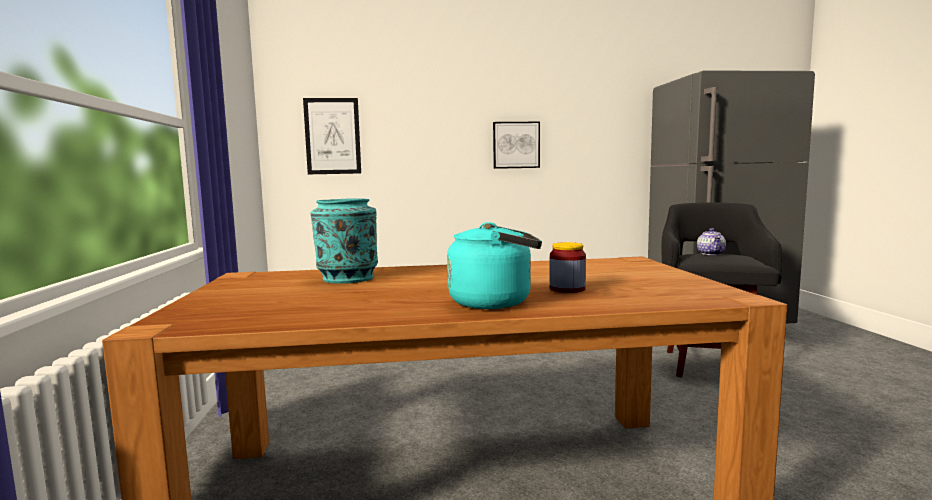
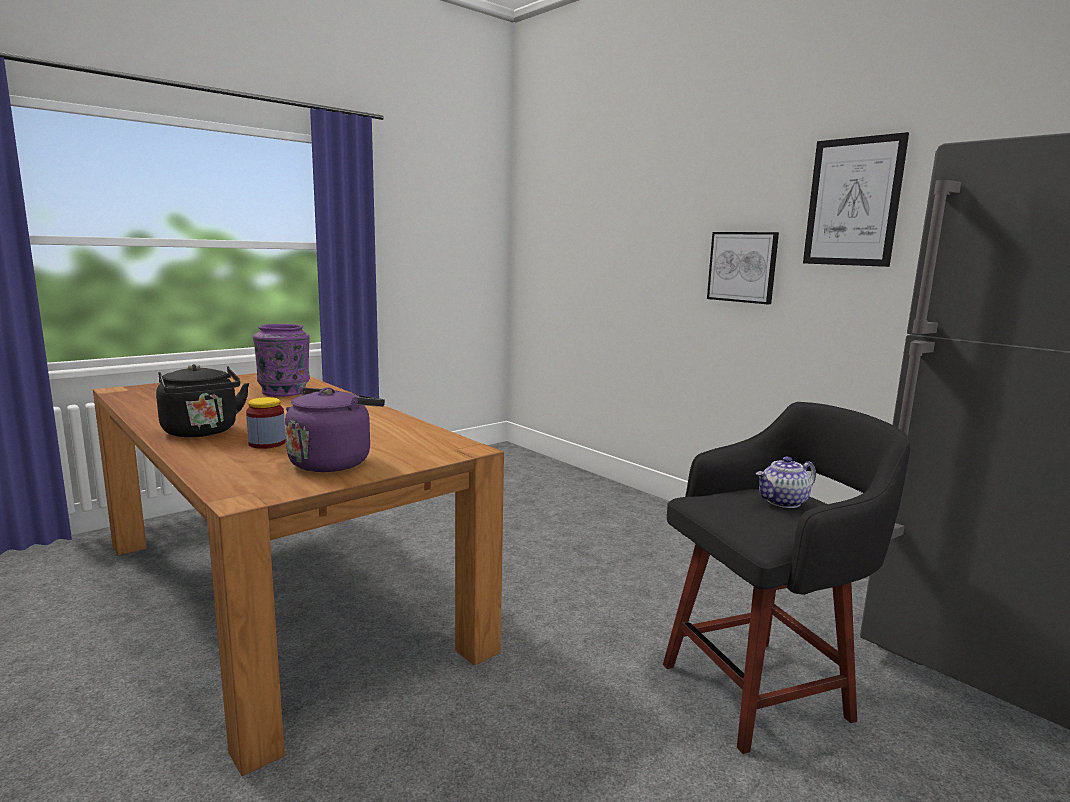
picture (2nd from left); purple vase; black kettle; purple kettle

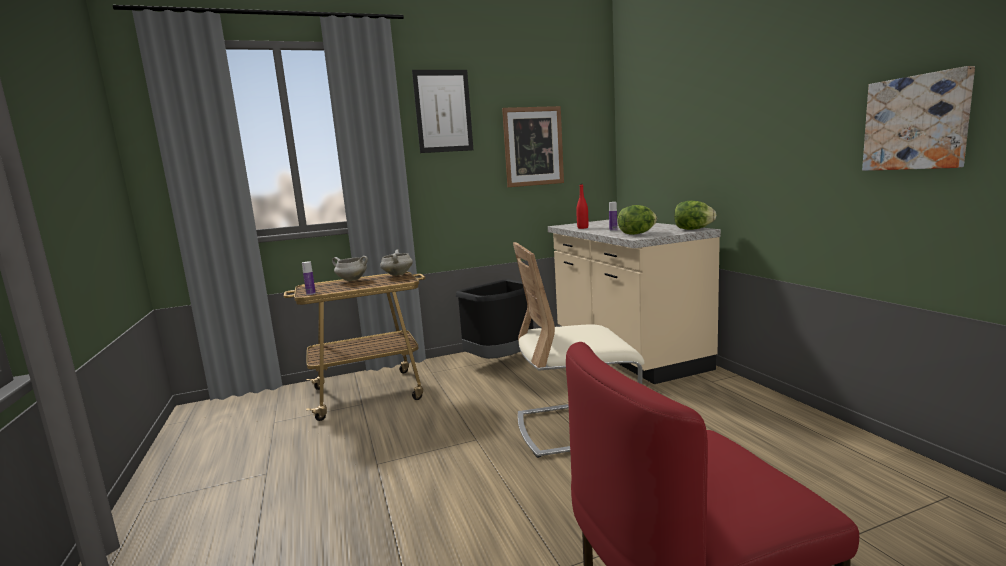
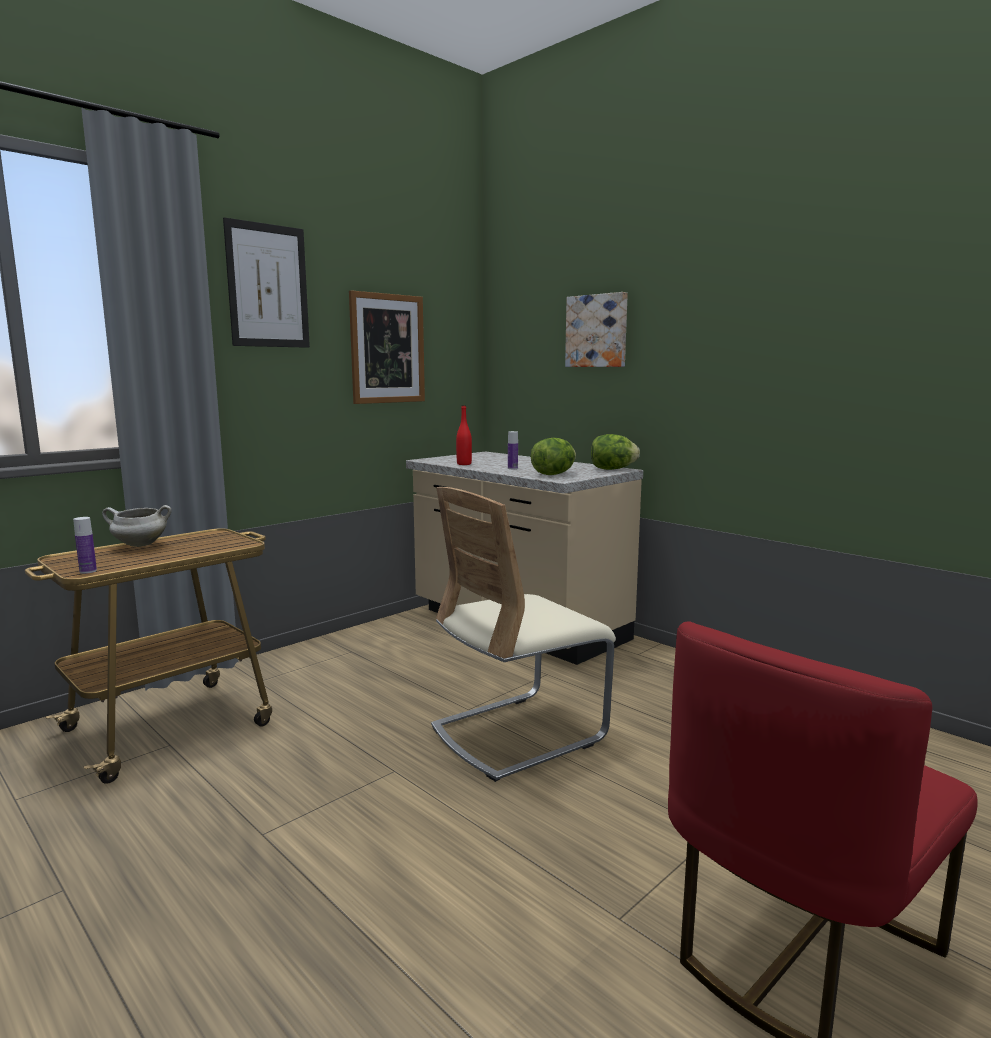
white cooking pot (2nd from left in the first image); black trash can; picture (3rd from left)

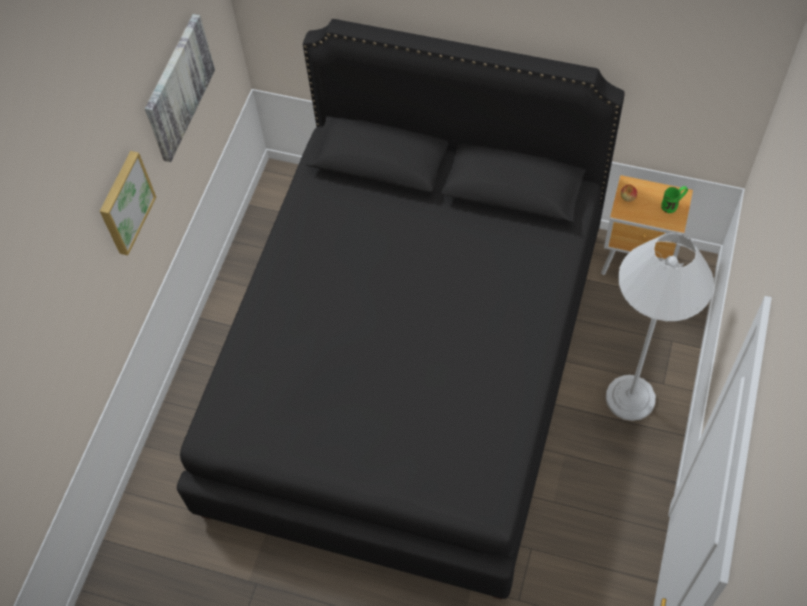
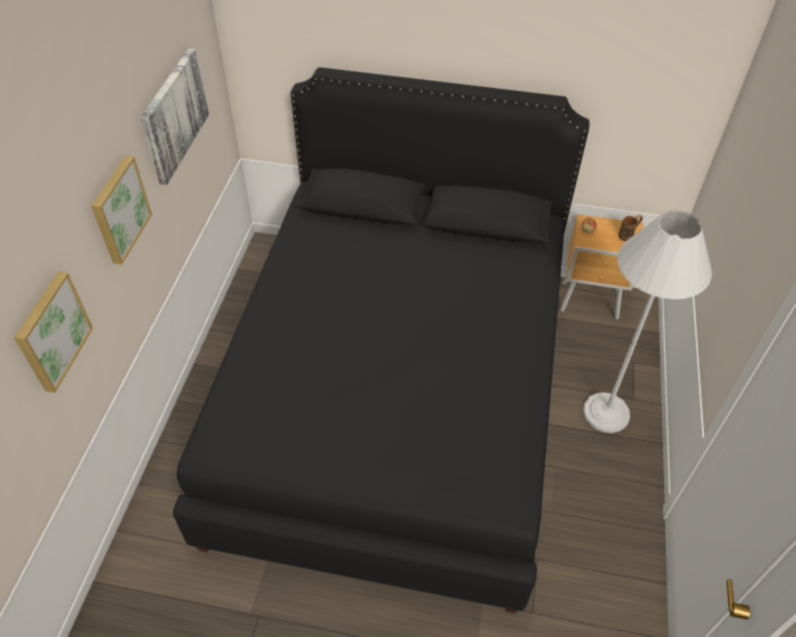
brown mug; picture (1st from left)

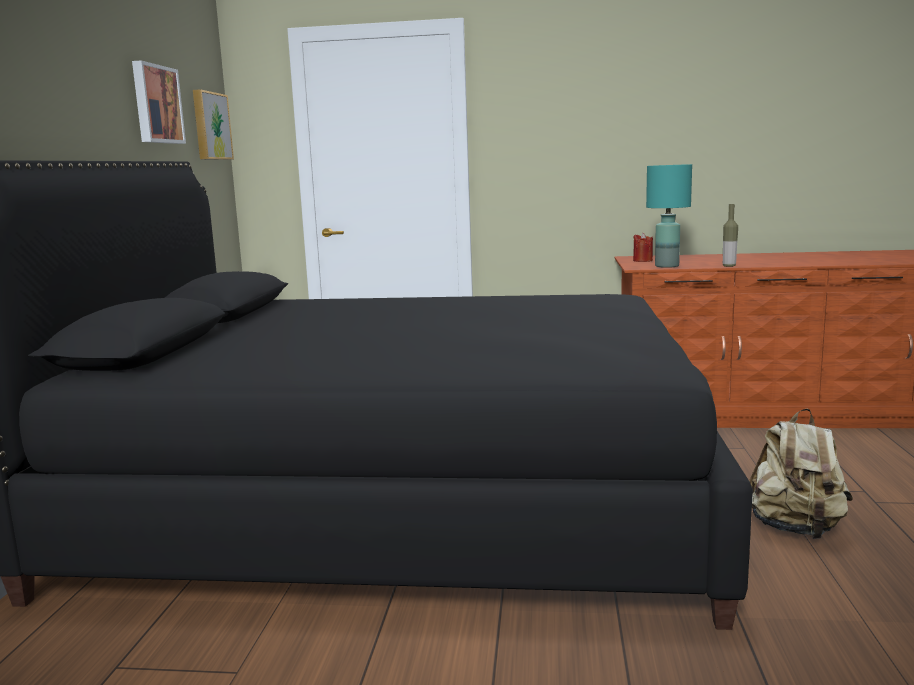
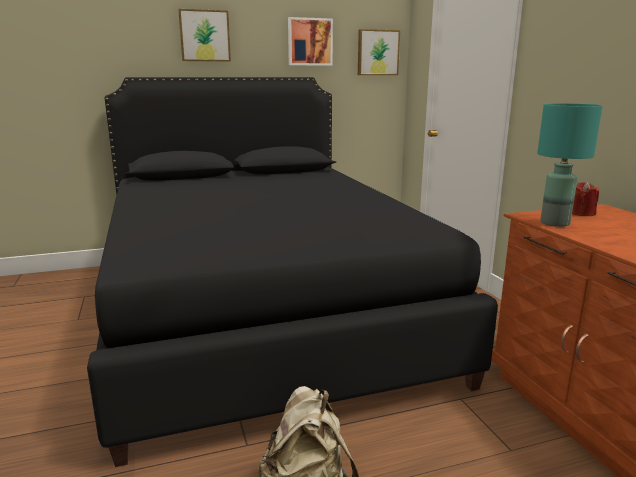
bottle; picture (1st from left)

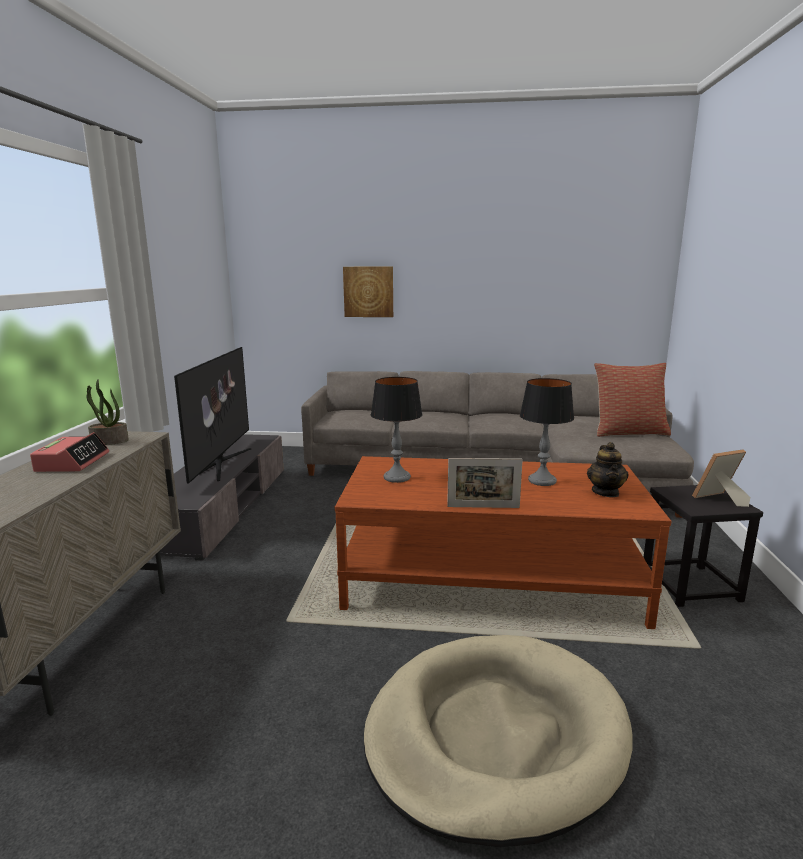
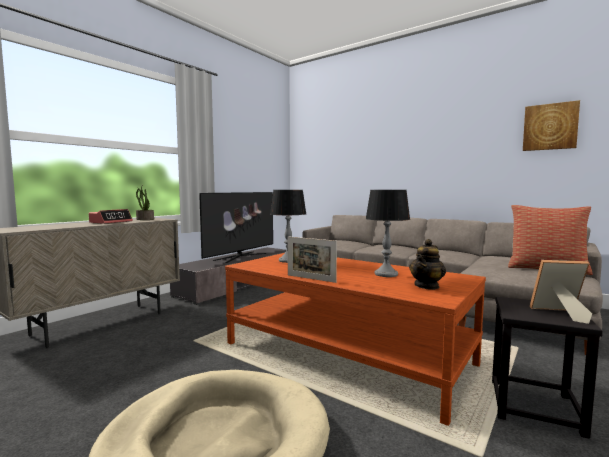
picture

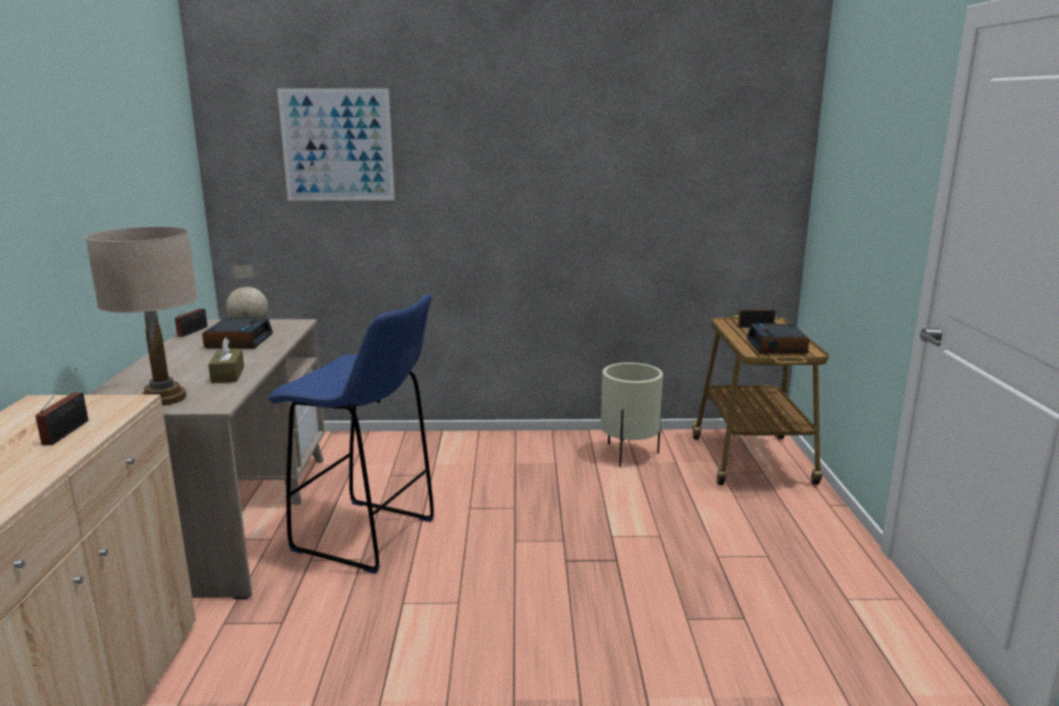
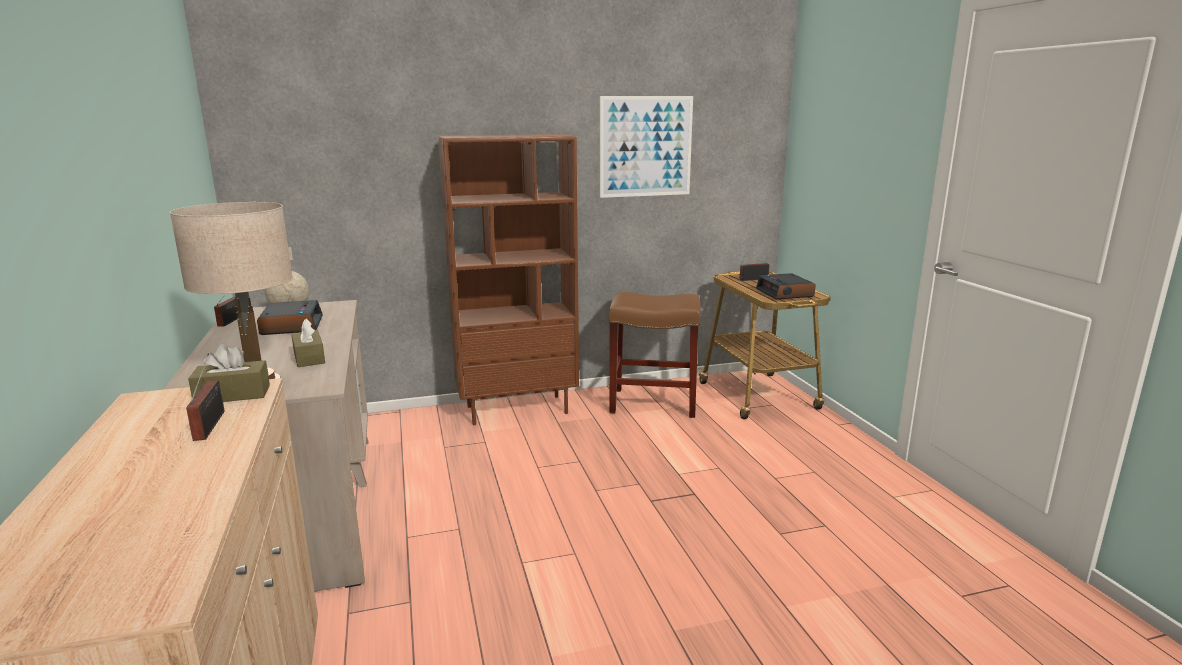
blue stool; picture; brown stool; brown tissue box (1st from left); brown bookcase

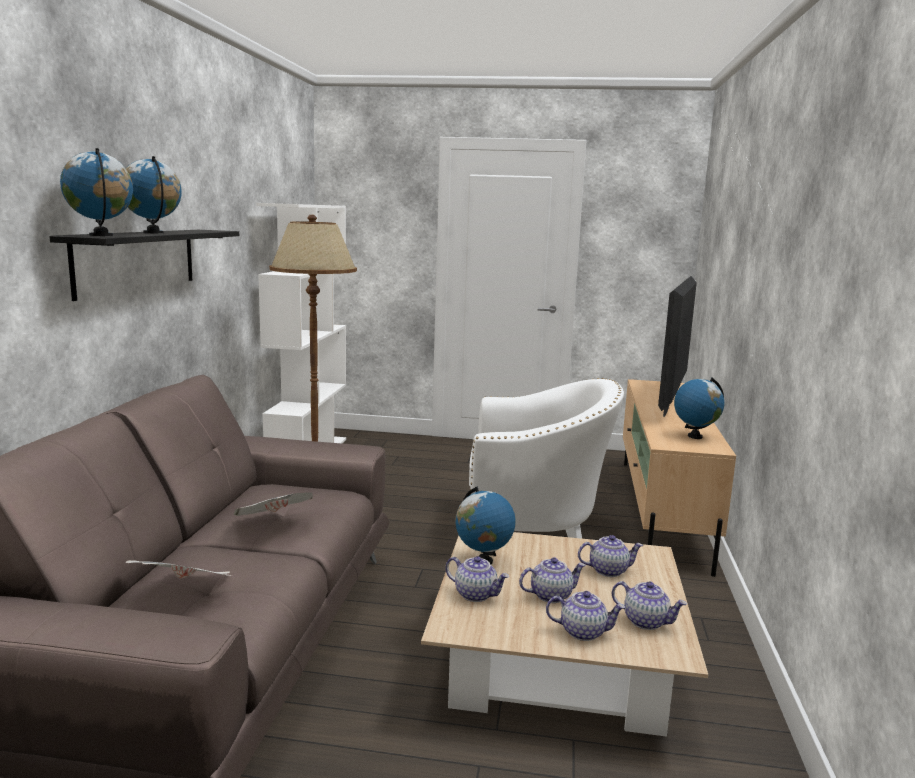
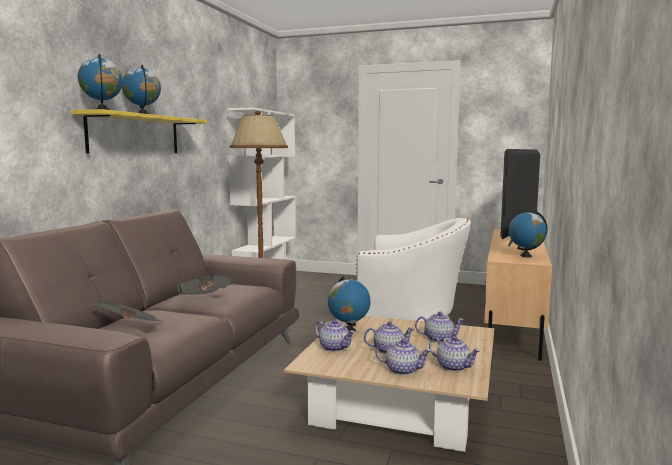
yellow shelf

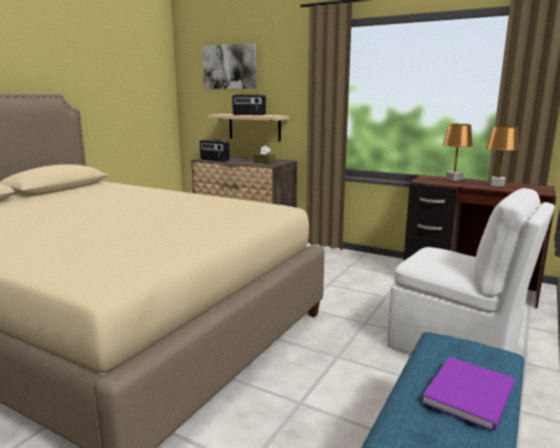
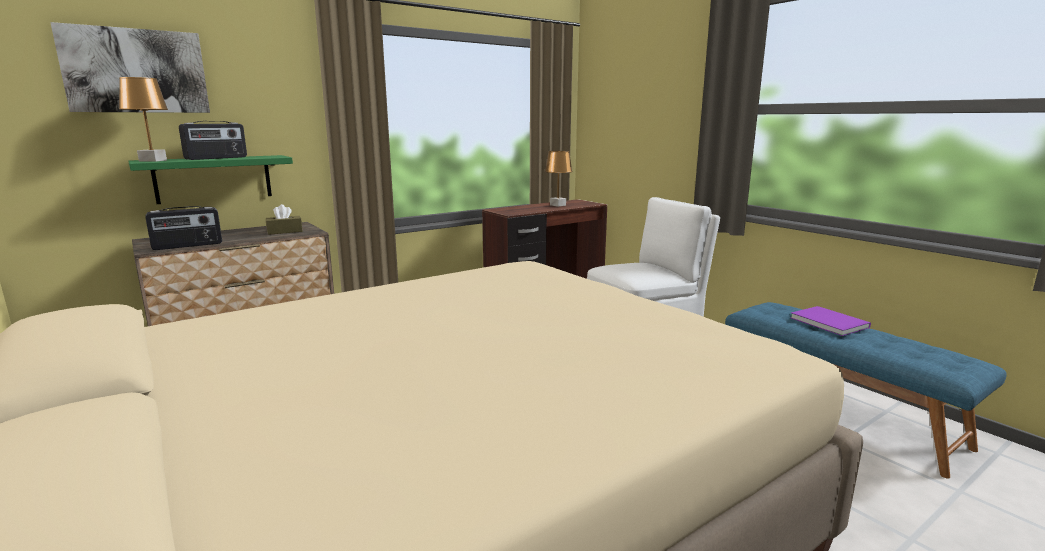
green shelf; brown table lamp (1st from left)

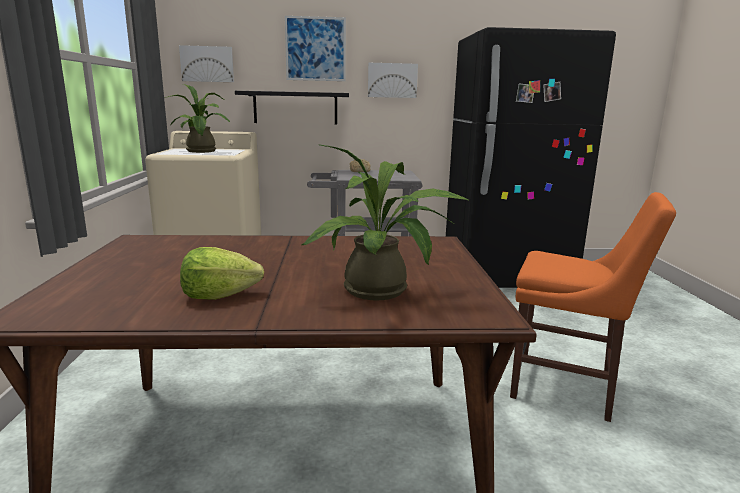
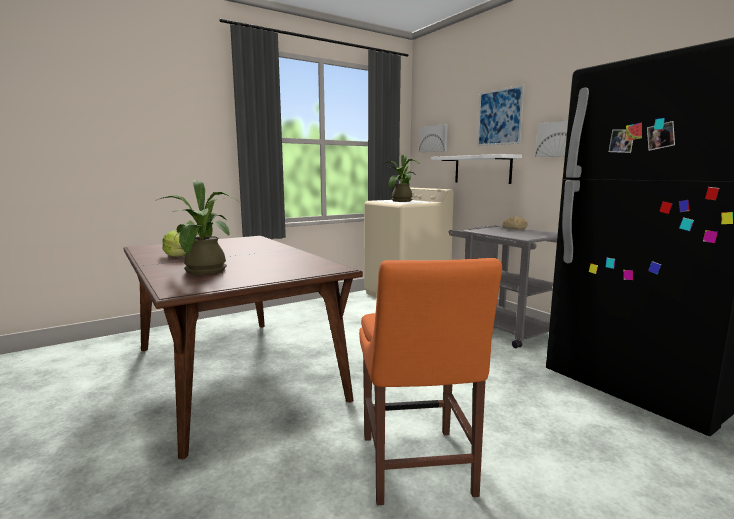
white shelf

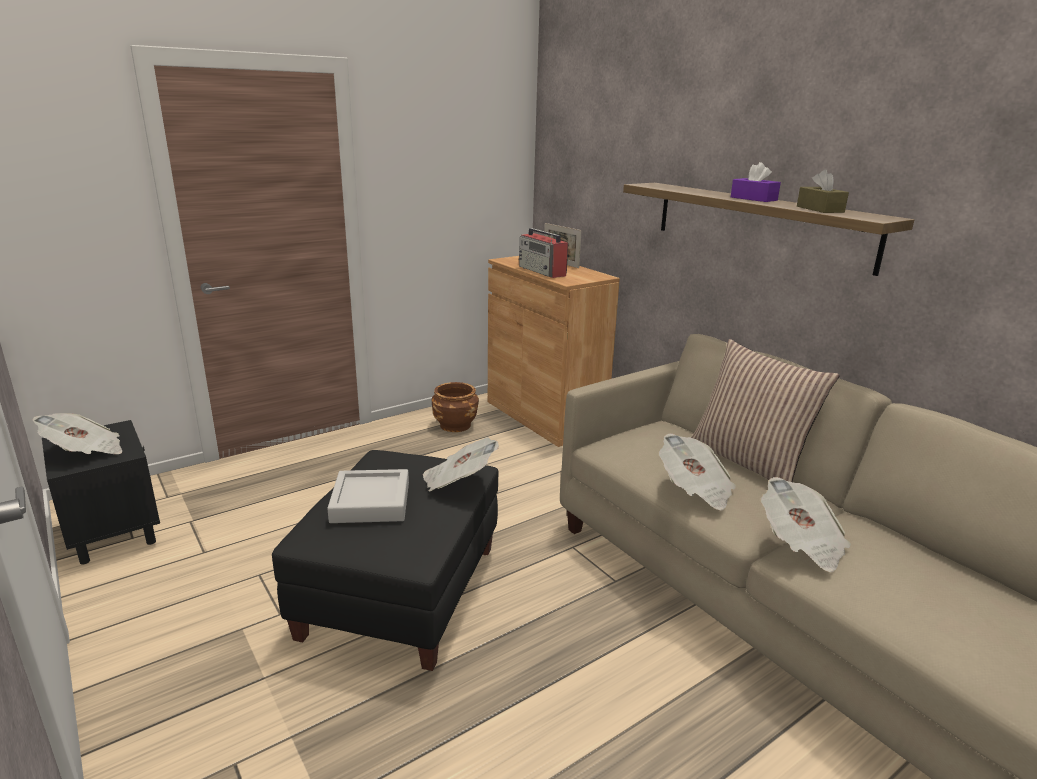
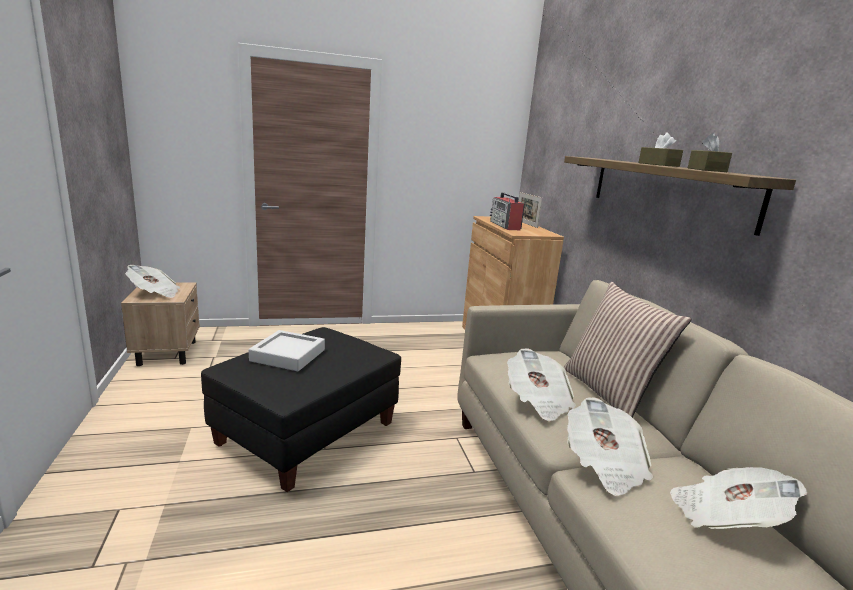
beige nightstand; newspaper (4th from left); brown planter; brown tissue box (1st from left)

